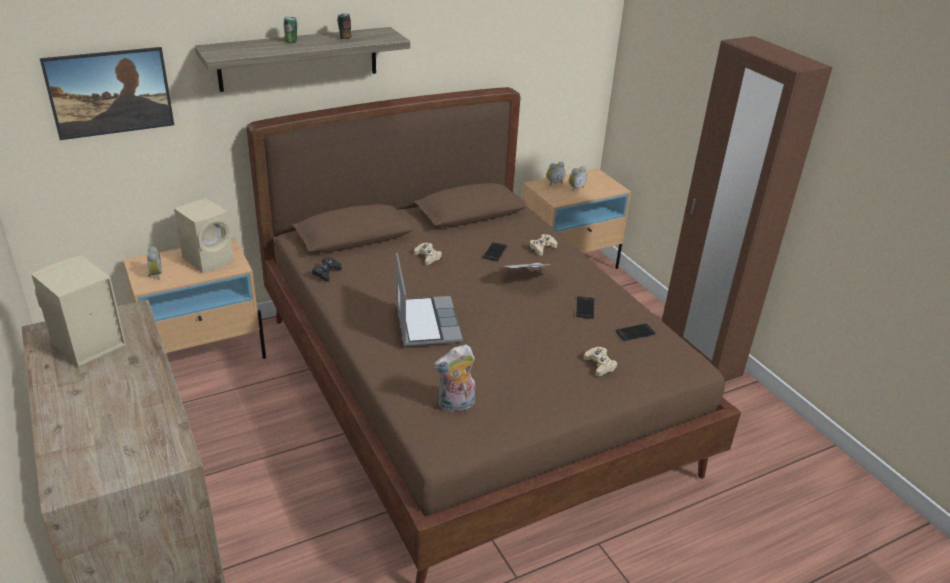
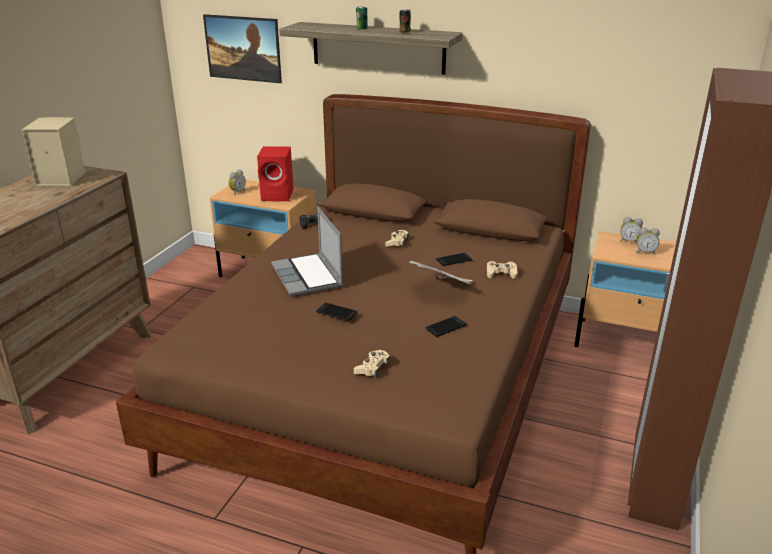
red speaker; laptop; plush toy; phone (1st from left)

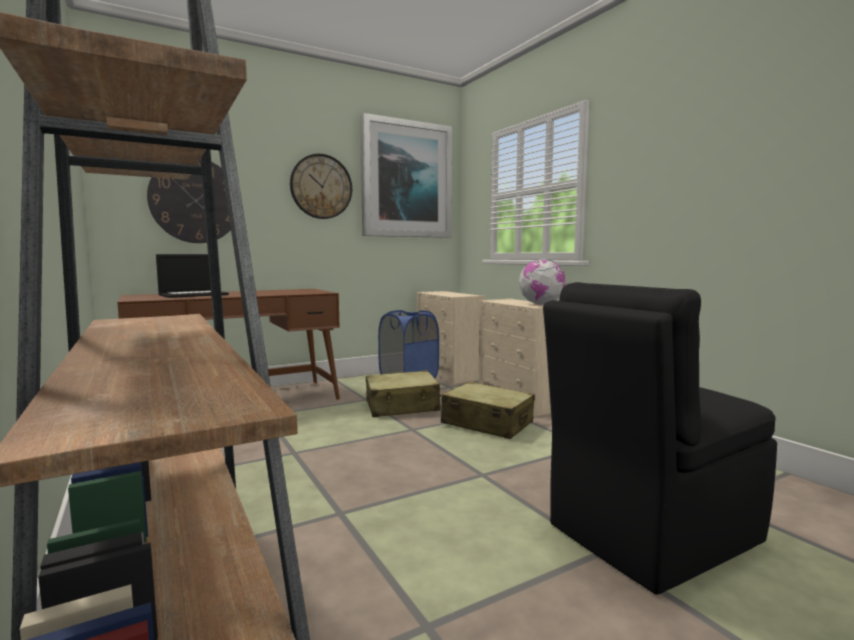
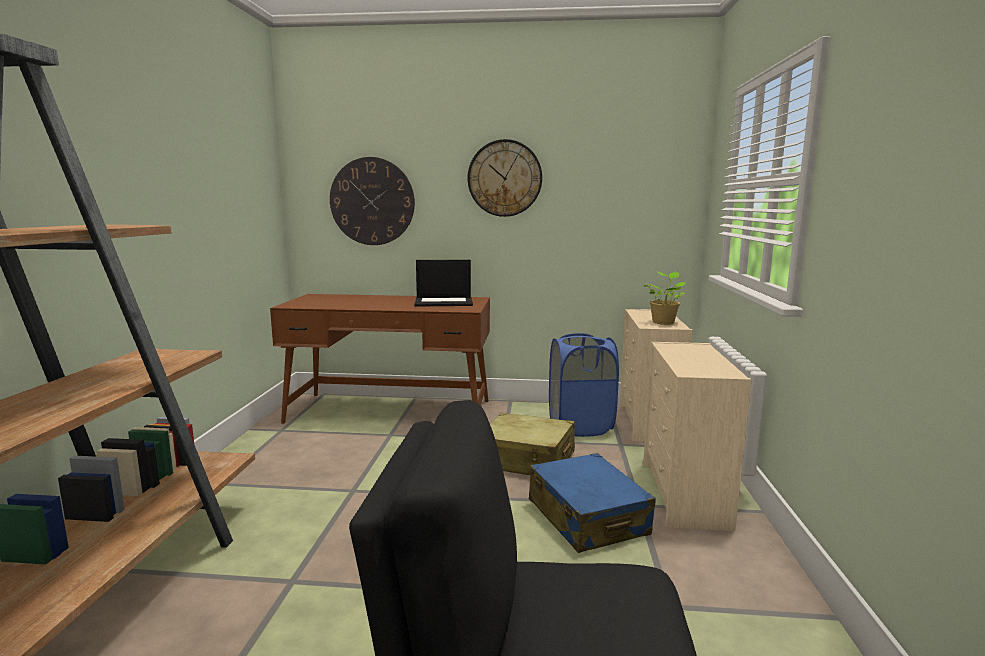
laptop; picture; blue suitcase; globe; potted plant

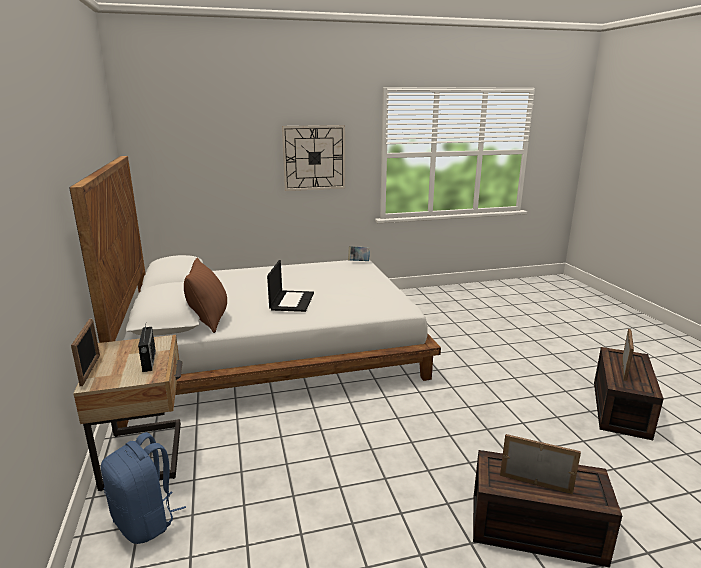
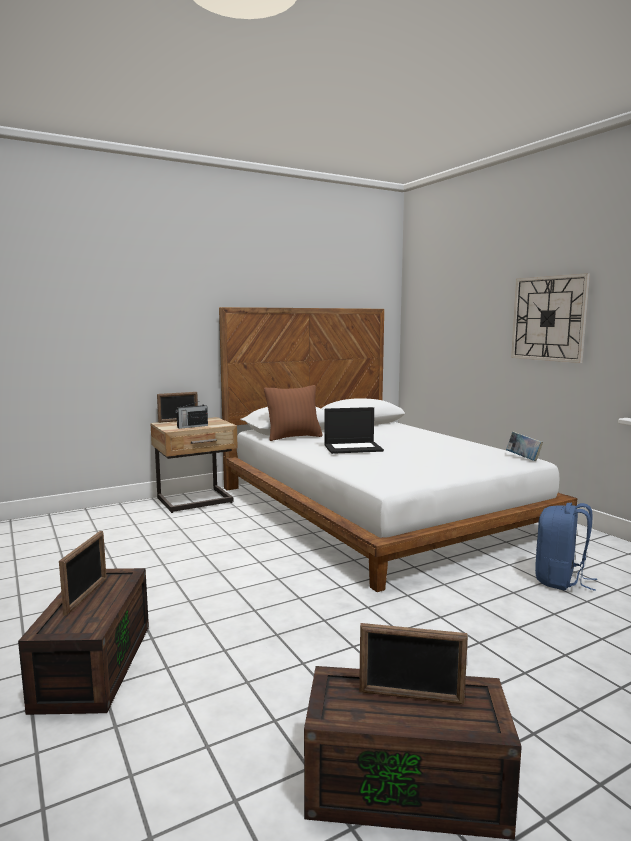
blue backpack

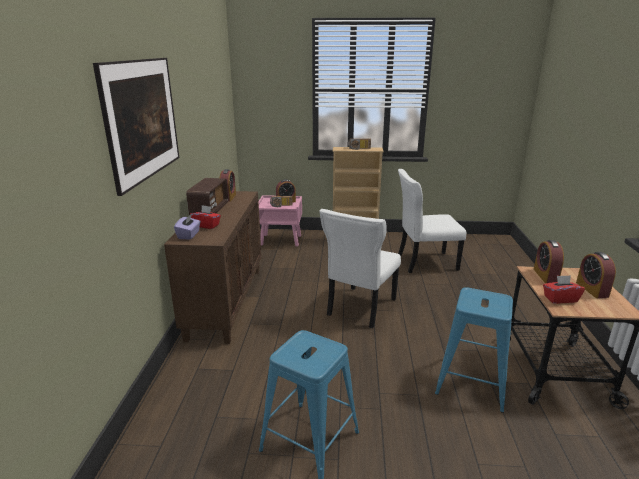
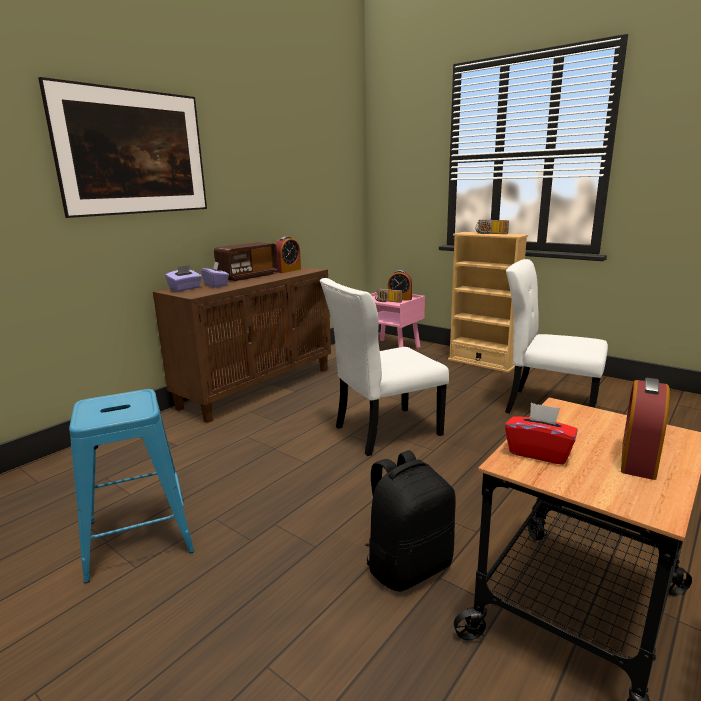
purple tissue box (2nd from left); black backpack; alarm clock (3rd from left in the first image)

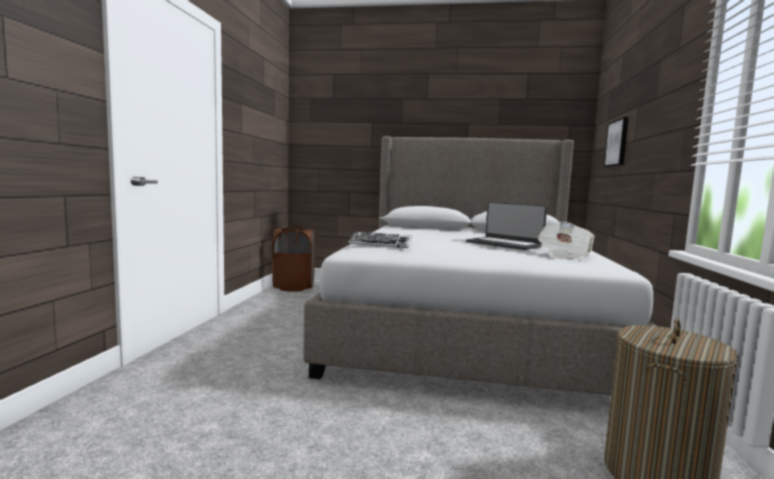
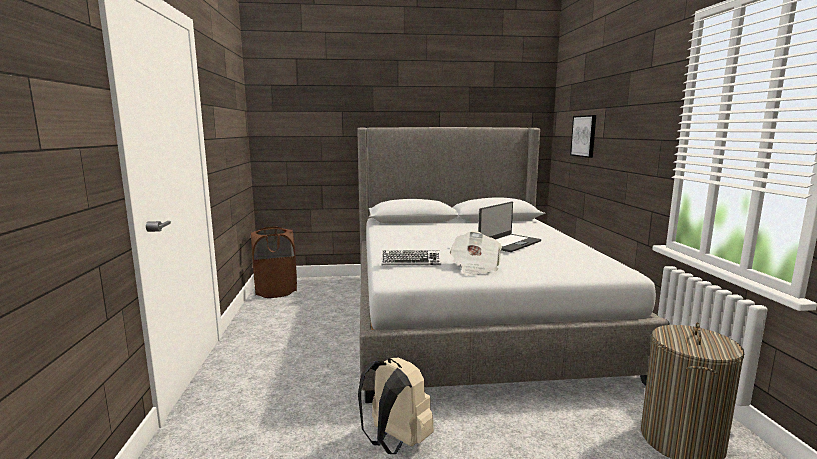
laptop; newspaper; beige backpack

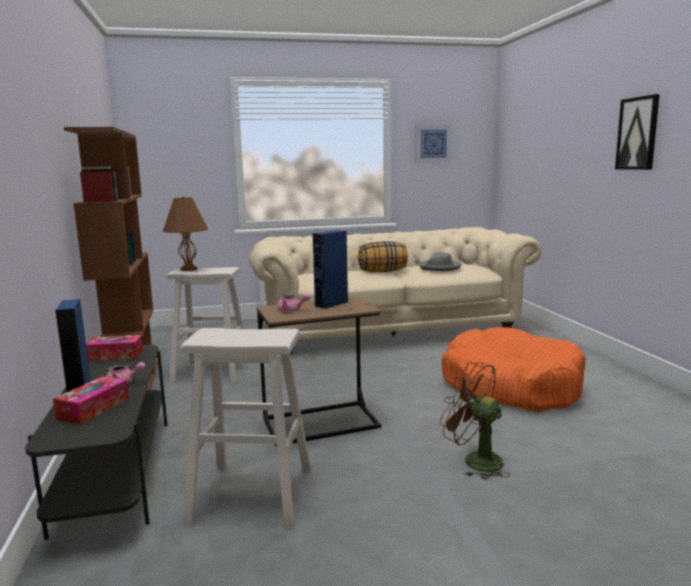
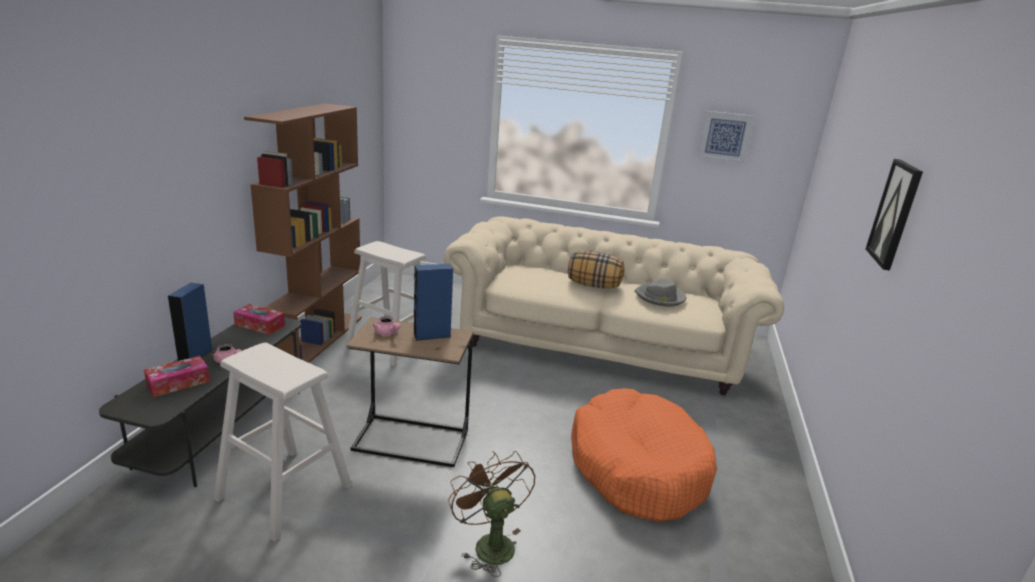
brown table lamp

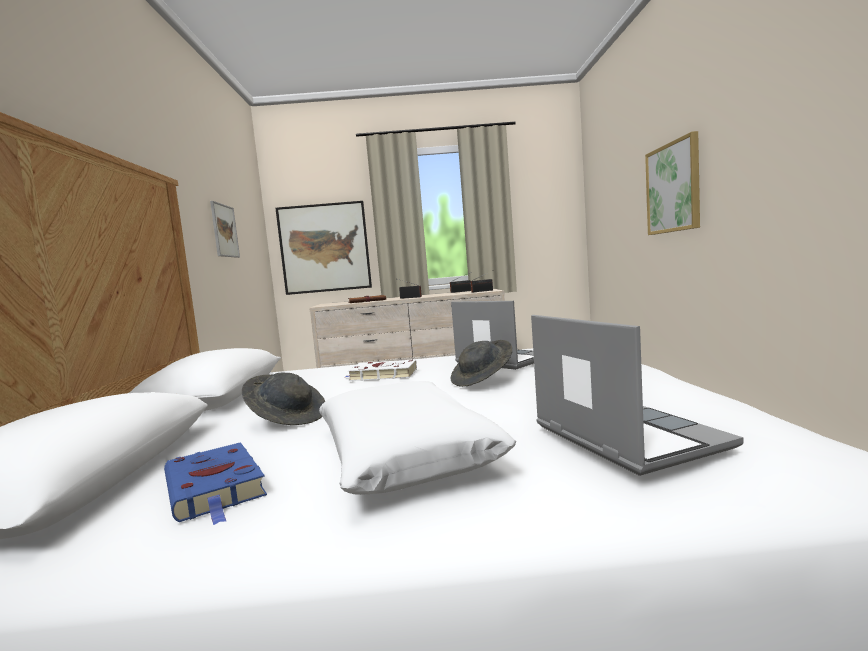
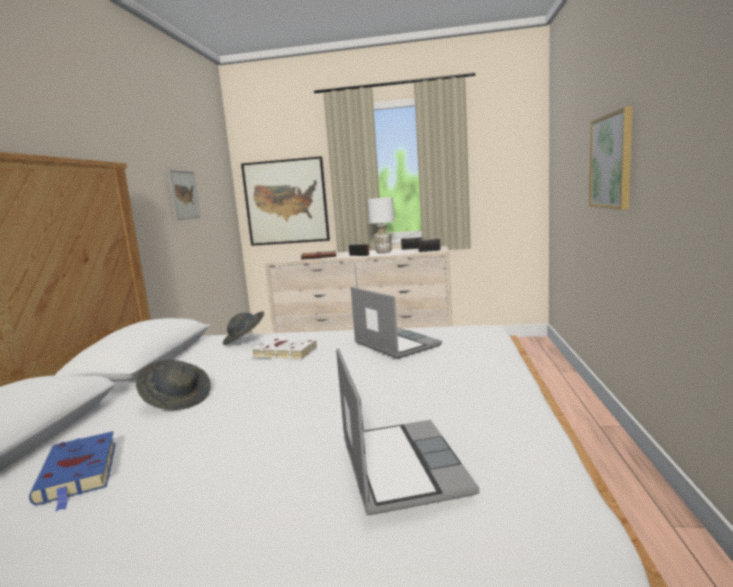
white pillow; grey hat (2nd from left); white table lamp

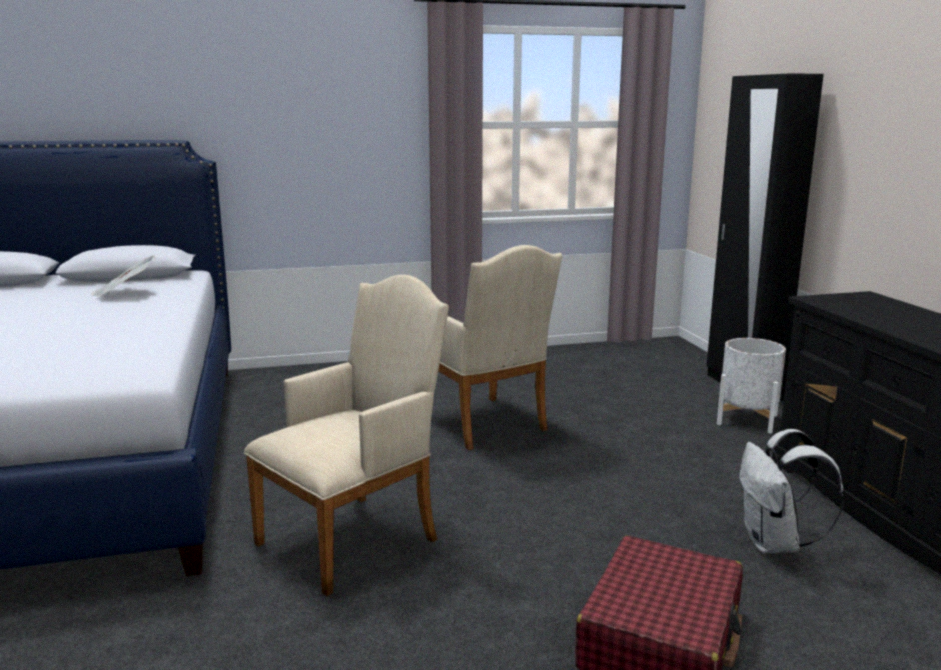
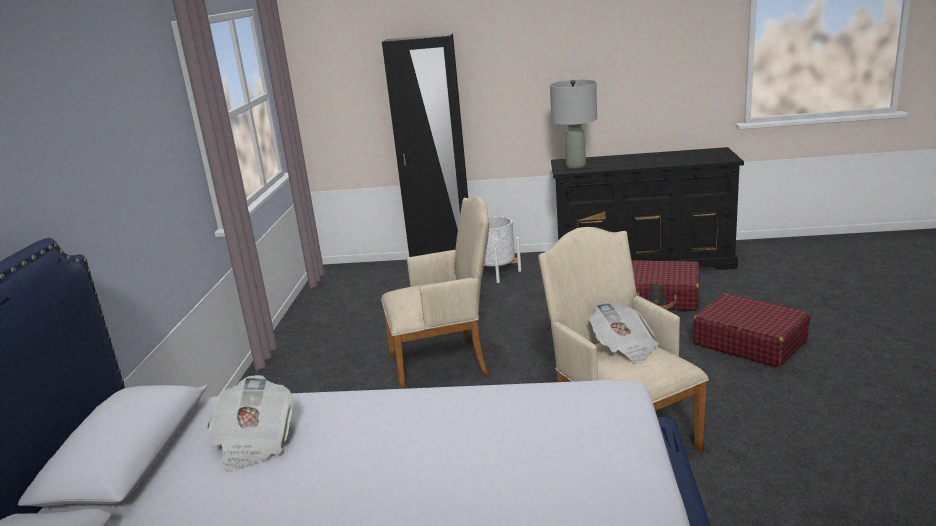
red suitcase (1st from left); grey table lamp; newspaper (2nd from left)

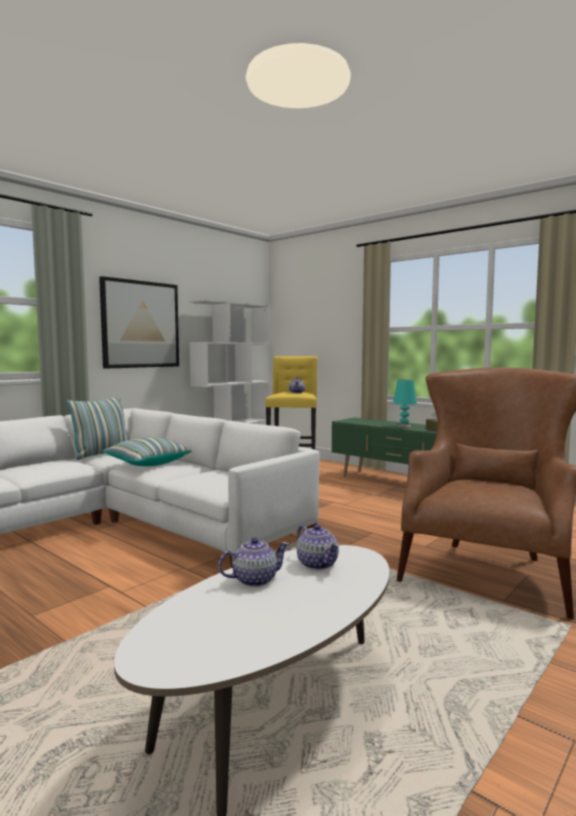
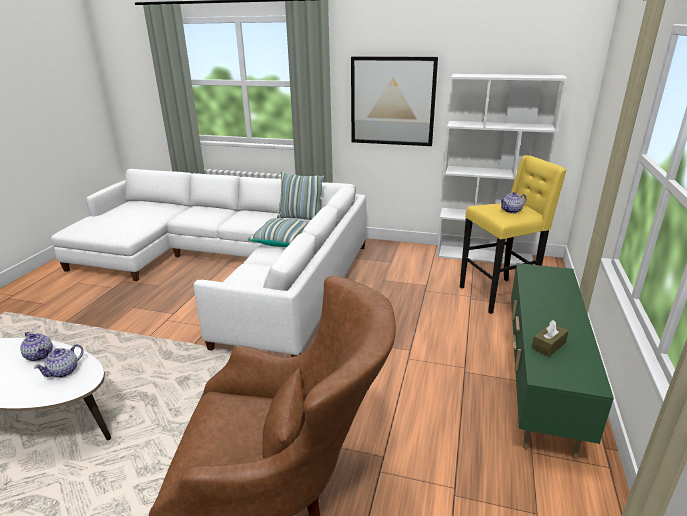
turquoise table lamp

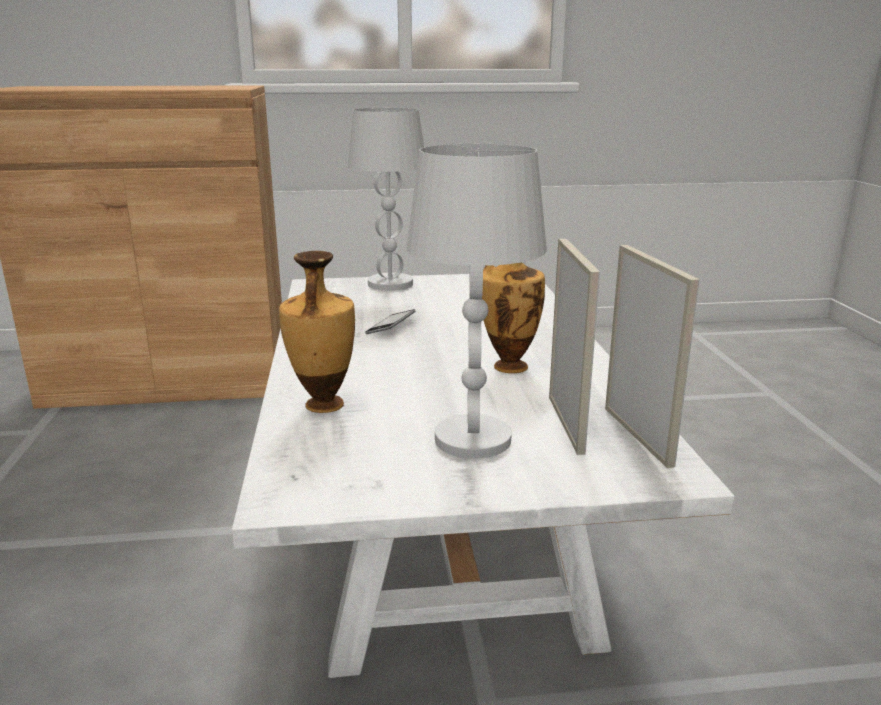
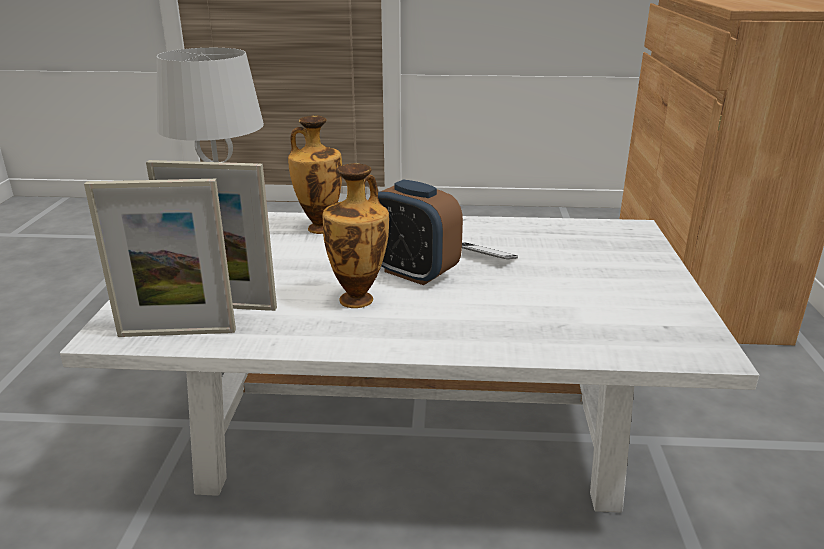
white table lamp (1st from left in the first image); alarm clock

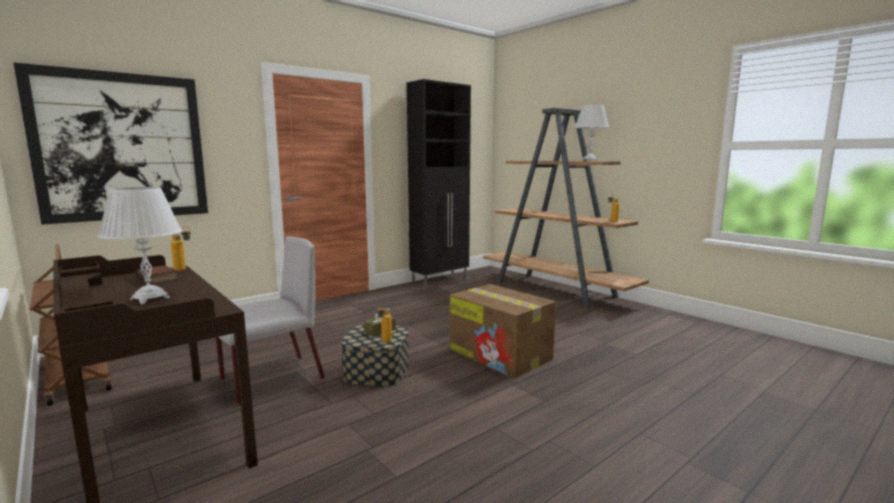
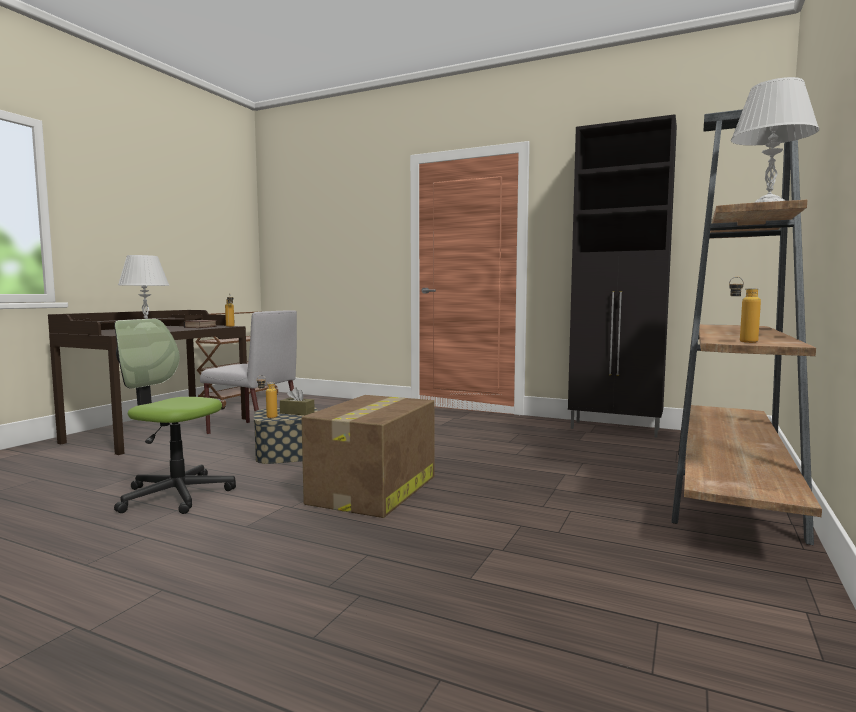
picture; office chair

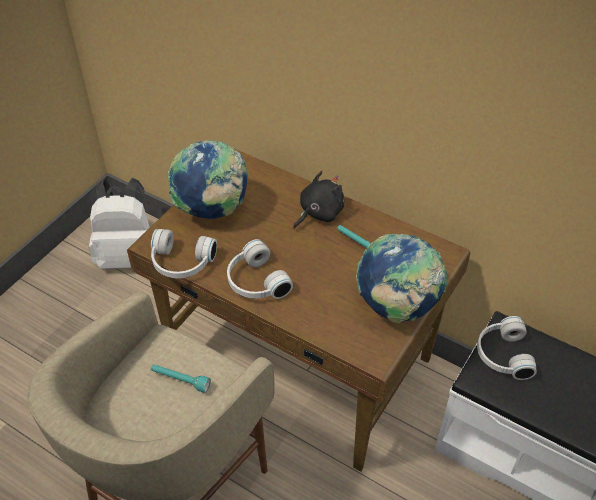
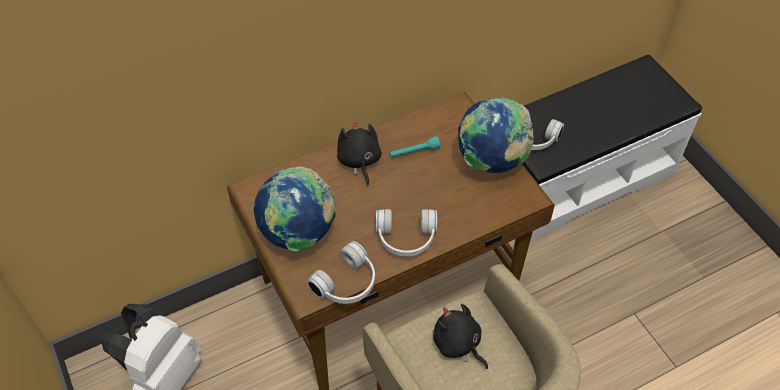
black plush toy (2nd from left)

